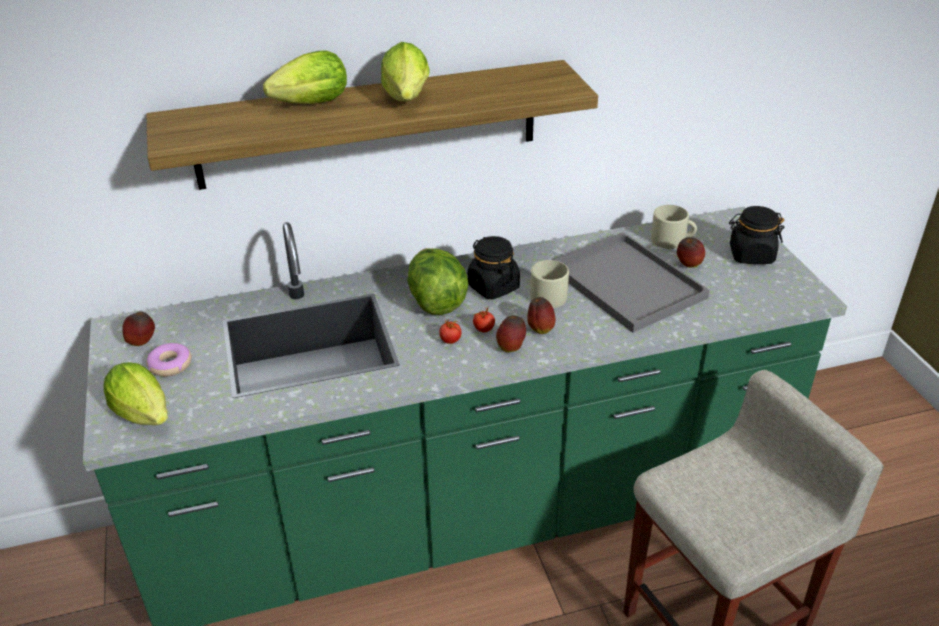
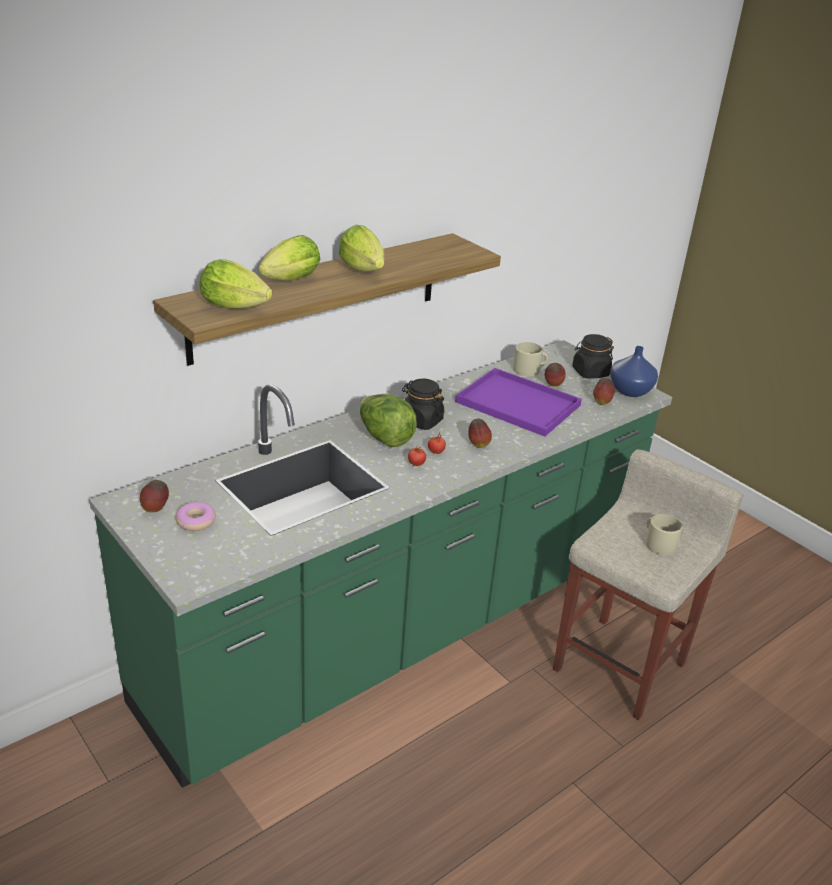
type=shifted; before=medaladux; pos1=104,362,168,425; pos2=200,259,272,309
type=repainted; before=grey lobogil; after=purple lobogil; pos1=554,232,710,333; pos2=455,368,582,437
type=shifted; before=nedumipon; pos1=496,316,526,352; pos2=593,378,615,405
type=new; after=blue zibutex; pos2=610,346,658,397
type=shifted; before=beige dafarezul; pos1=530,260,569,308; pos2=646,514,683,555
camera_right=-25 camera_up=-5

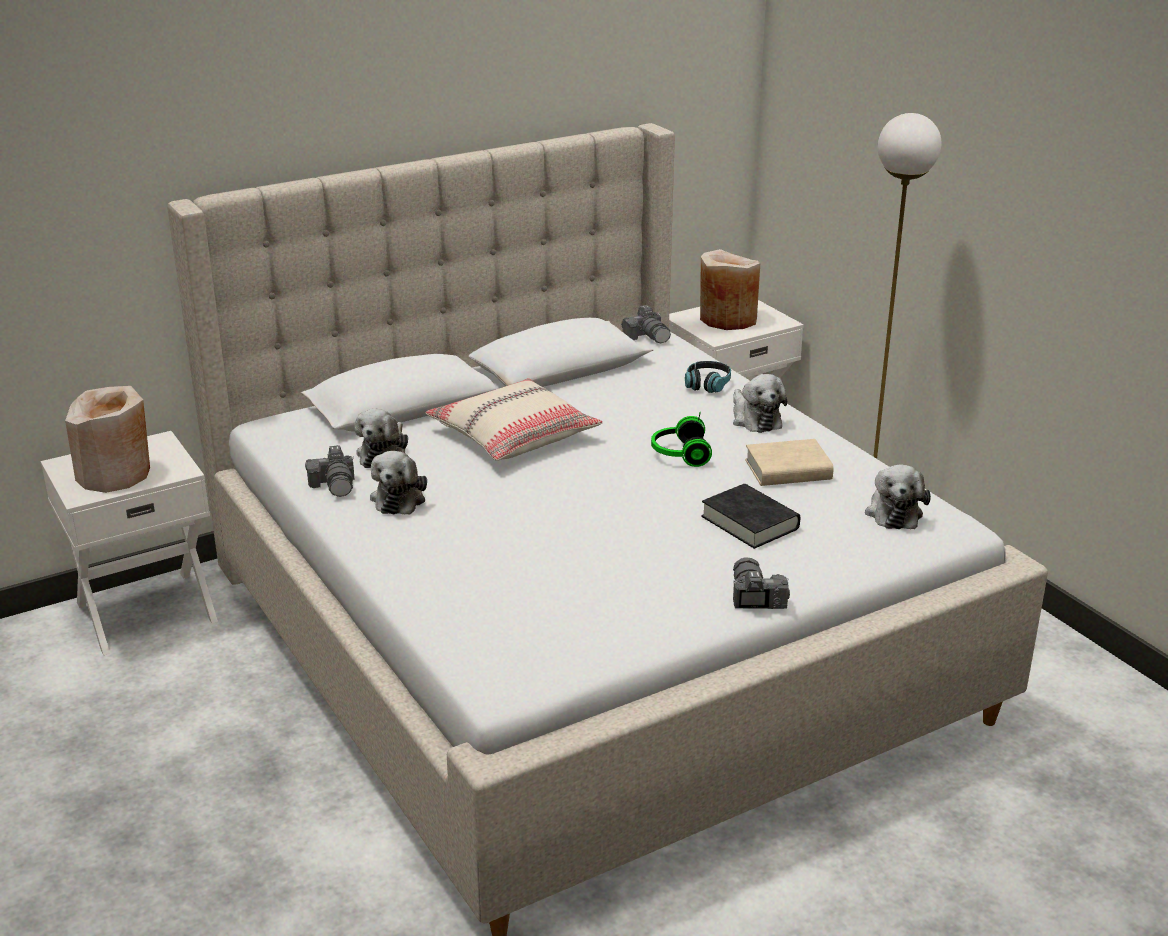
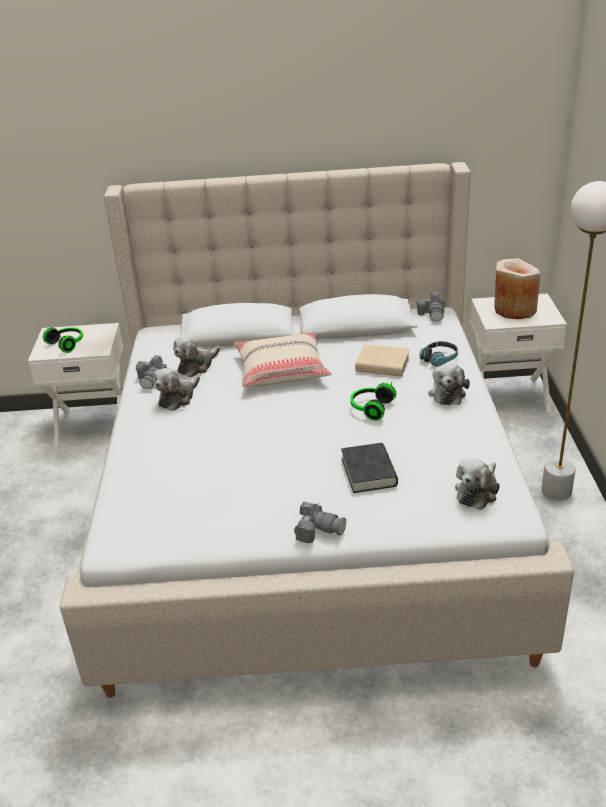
type=swapped; before=beige zibutex; after=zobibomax; pos1=65,386,150,493; pos2=43,327,83,353
type=rotated; before=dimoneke; pos1=733,557,790,609; pos2=294,502,346,543; turn=90
type=shifted; before=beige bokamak; pos1=745,439,834,486; pos2=355,344,410,377
camera_right=30 camera_up=5

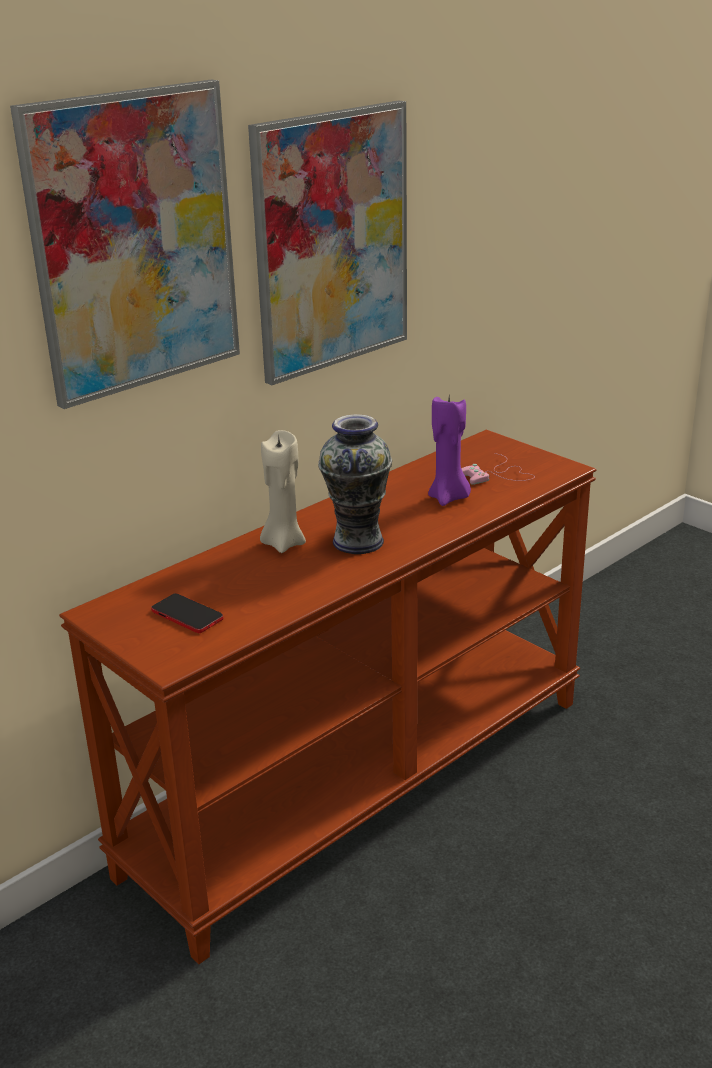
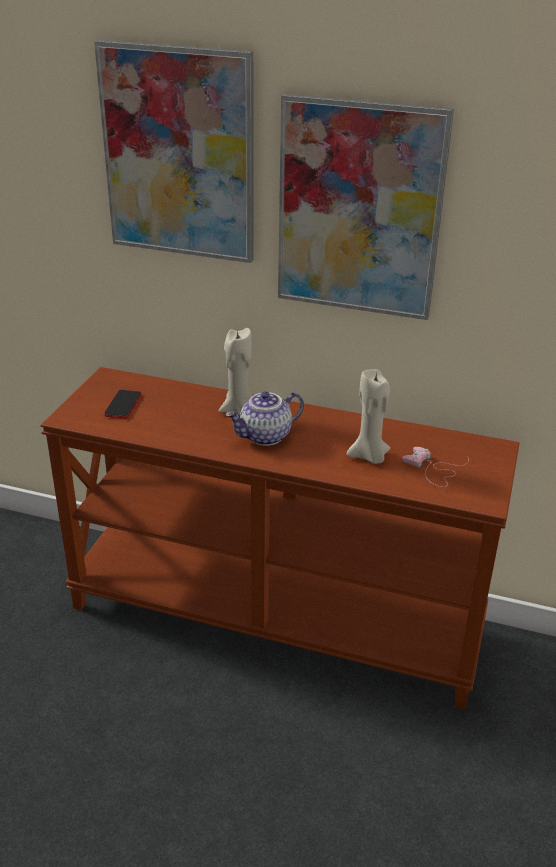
type=swapped; before=zibutex; after=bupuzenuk; pos1=318,414,392,554; pos2=225,391,304,446
type=repainted; before=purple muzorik; after=beige muzorik; pos1=428,397,471,506; pos2=347,369,390,464
camera_right=60 camera_up=5

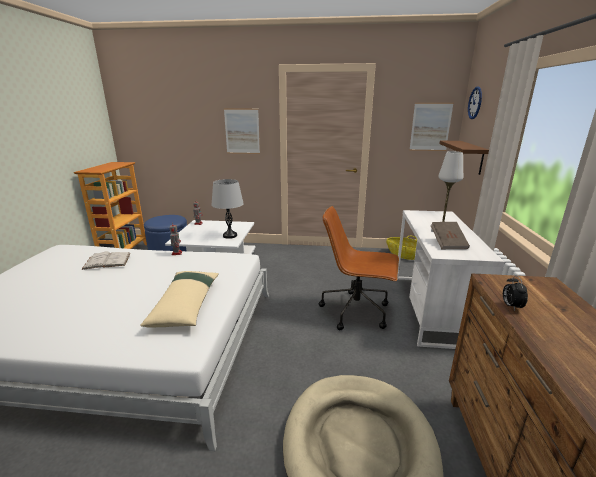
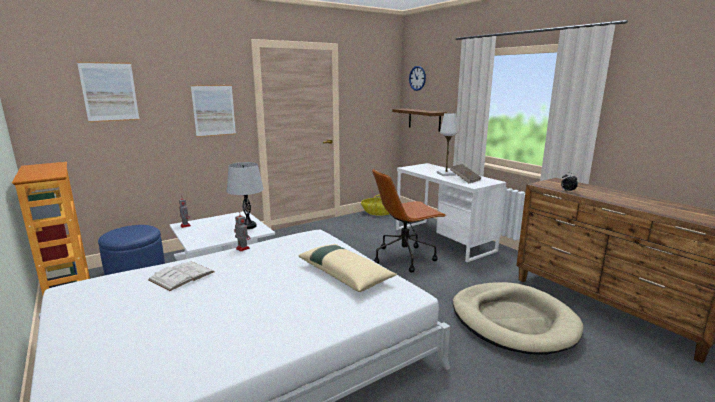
type=shifted; before=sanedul; pos1=409,103,454,151; pos2=77,62,140,122
camera_right=-40 camera_up=-5

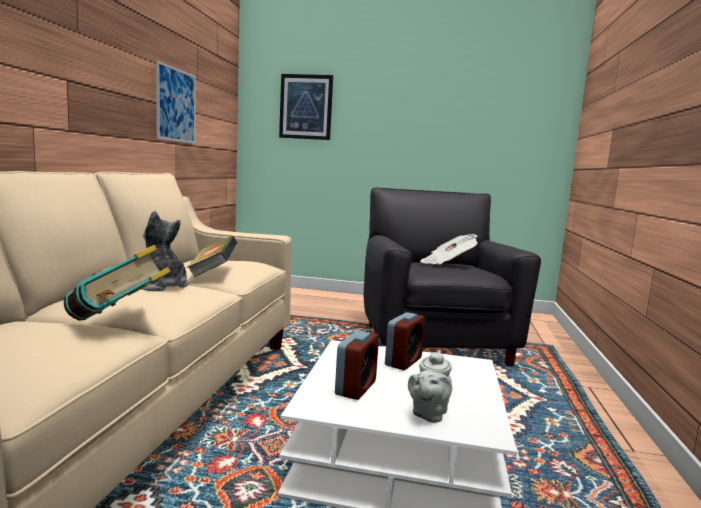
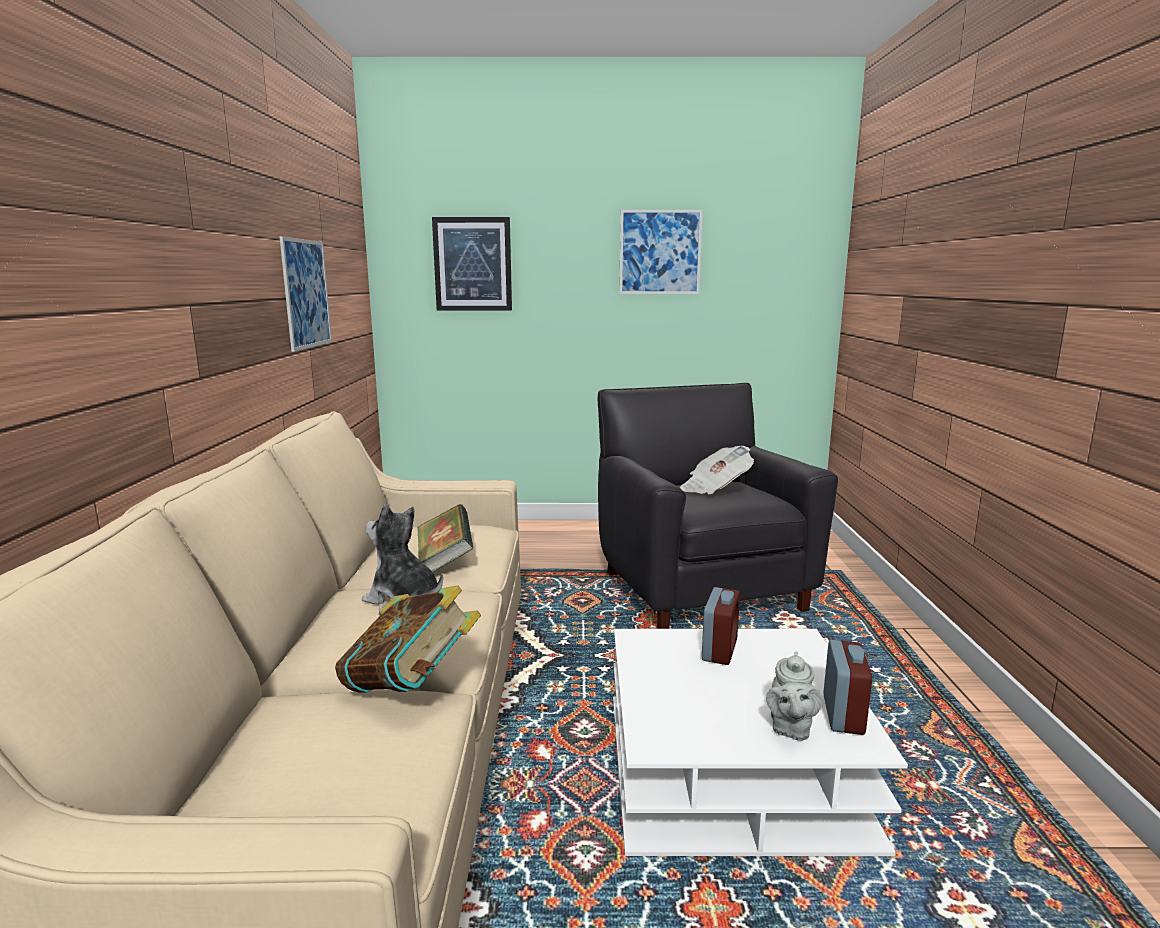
type=new; after=sanedul; pos2=619,210,703,294
type=shifted; before=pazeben; pos1=335,330,379,400; pos2=824,640,872,735
camera_right=-10 camera_up=5

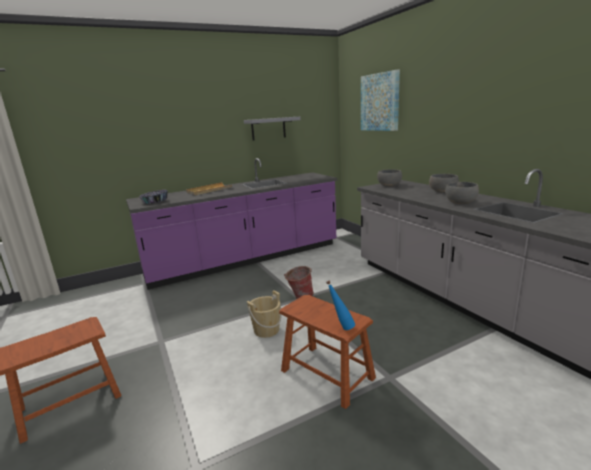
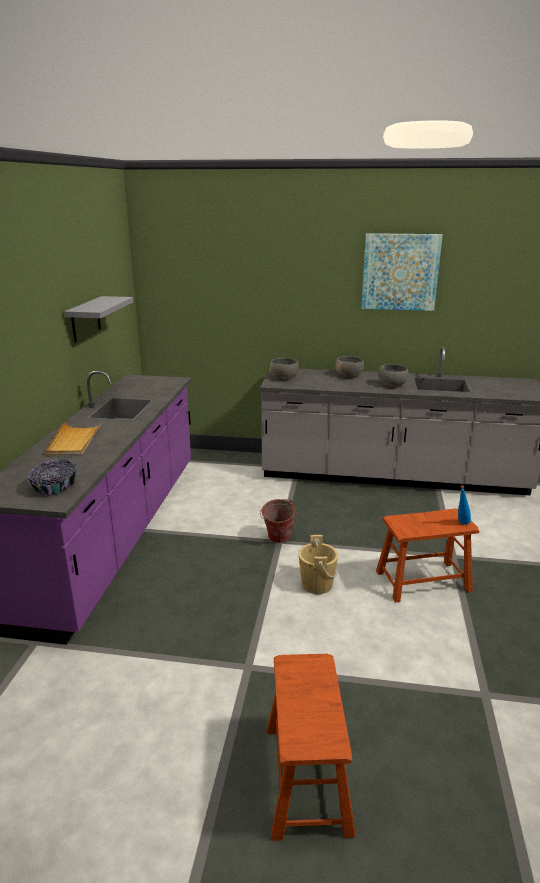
type=shifted; before=sanedul; pos1=361,70,400,131; pos2=361,233,443,311
camera_right=-55 camera_up=5

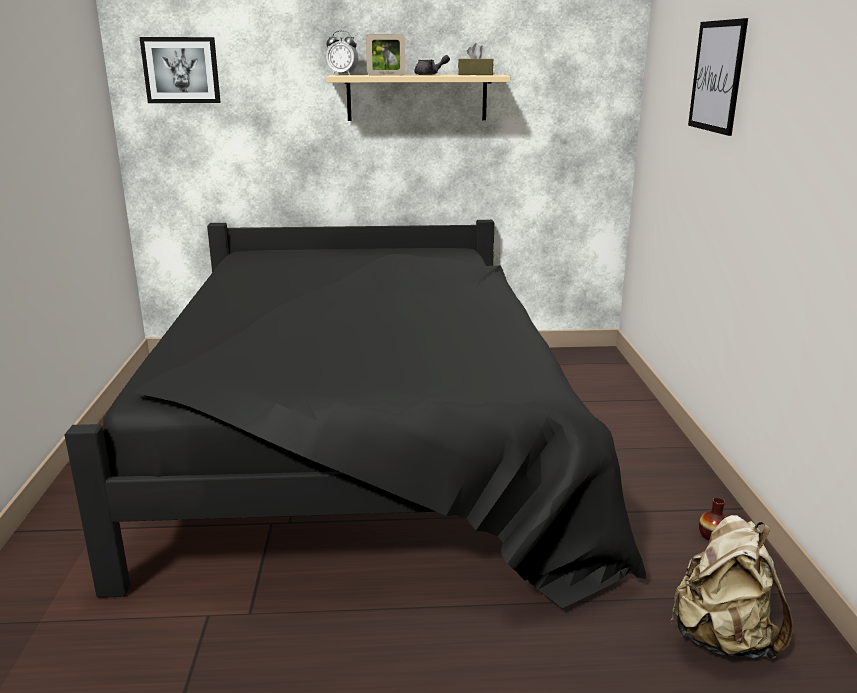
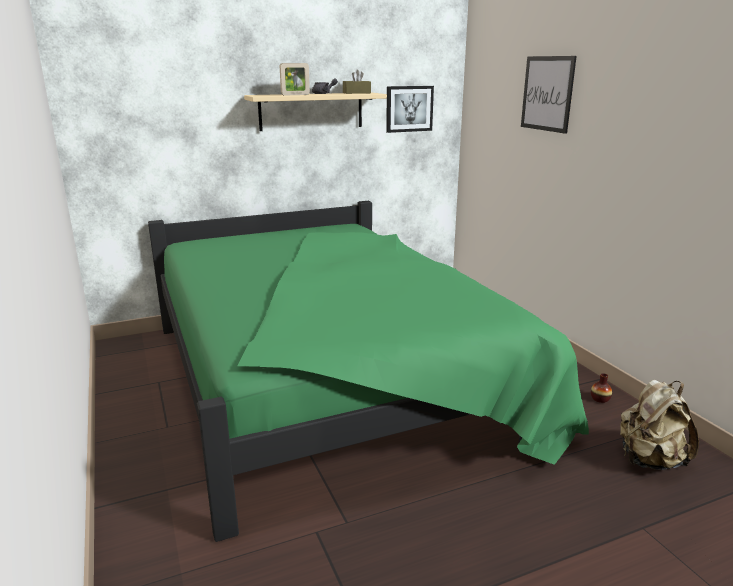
type=repainted; before=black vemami; after=green vemami; pos1=64,220,646,608; pos2=148,201,589,542
type=shifted; before=sanedul; pos1=139,37,221,103; pos2=386,86,434,133
type=gone; before=pazeben; pos1=326,30,358,75
camera_right=-20 camera_up=0

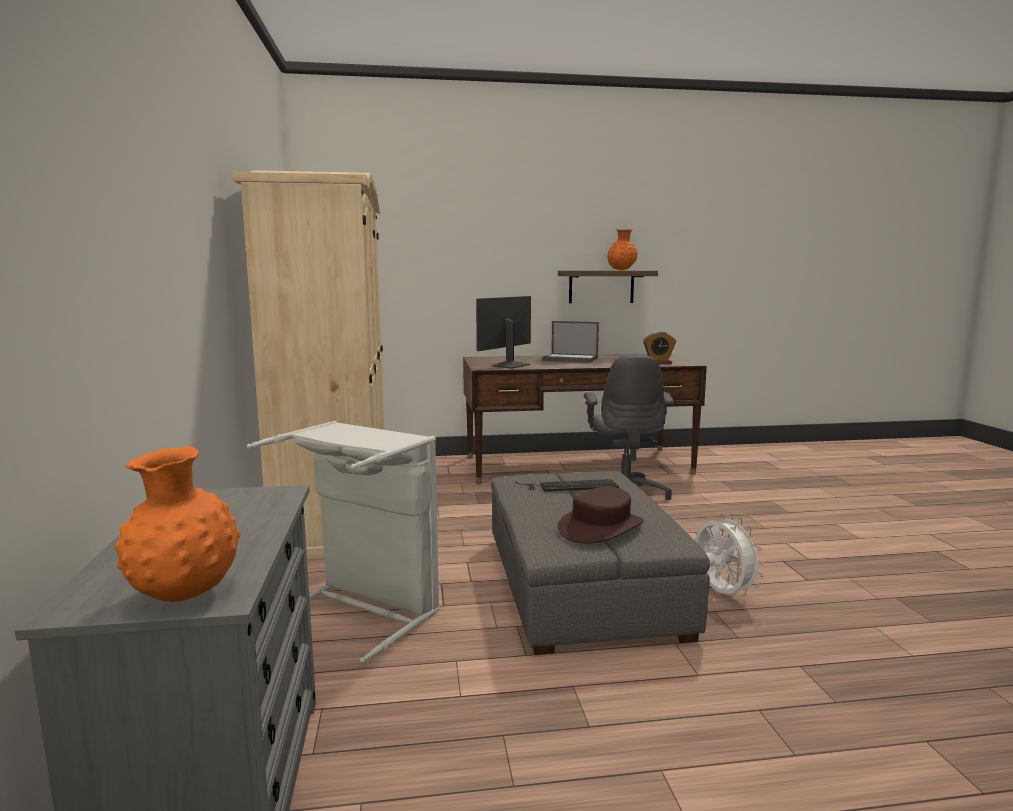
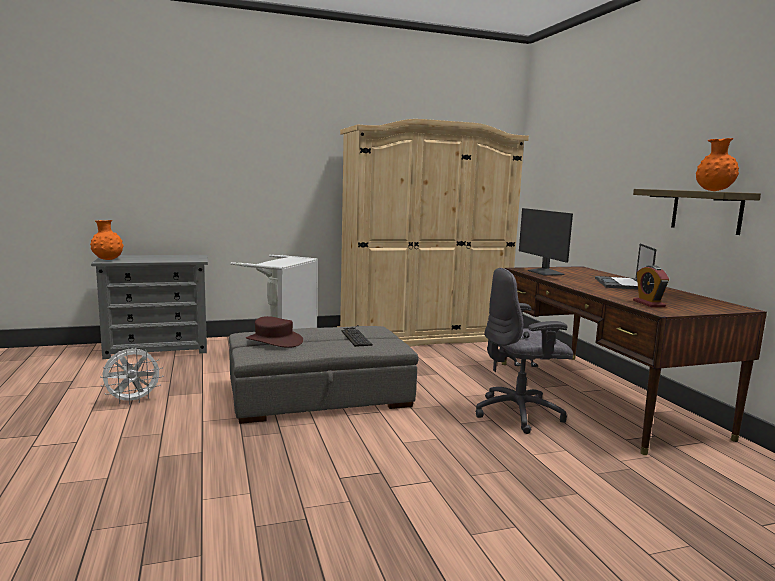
type=shifted; before=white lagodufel; pos1=695,514,764,596; pos2=100,348,163,405
type=rotated; before=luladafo; pos1=476,296,531,369; pos2=519,208,573,276; turn=-135
camera_right=80 camera_up=0

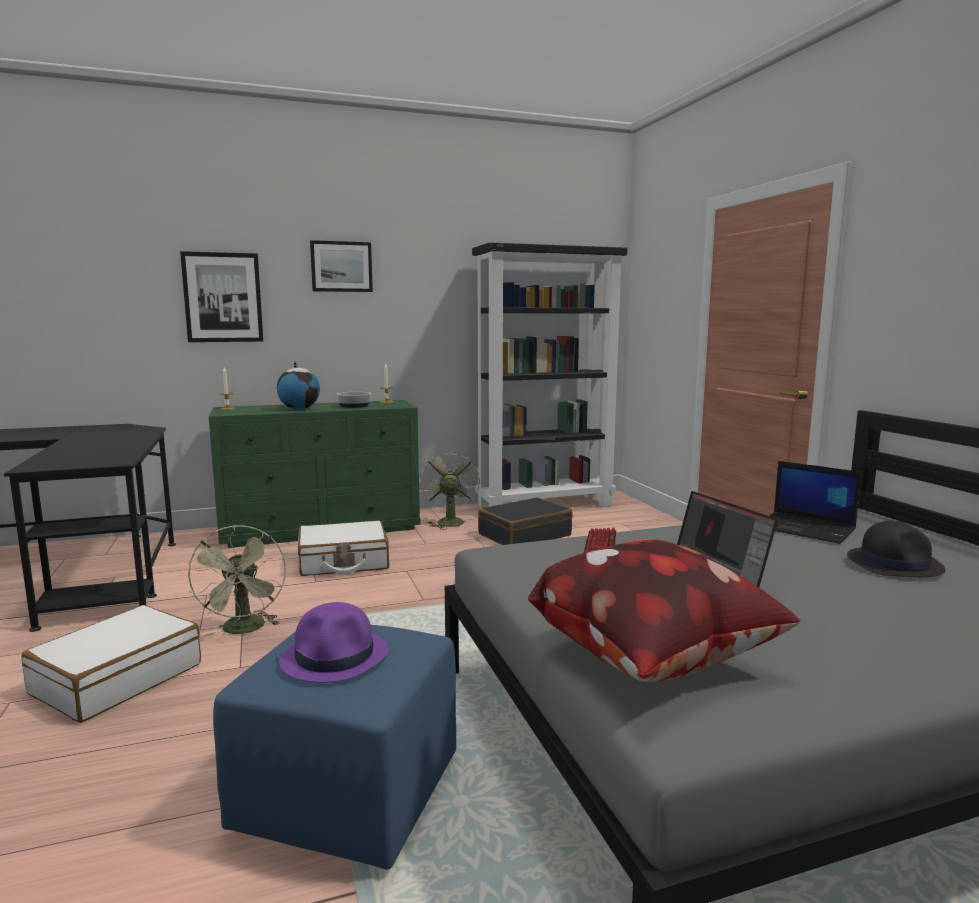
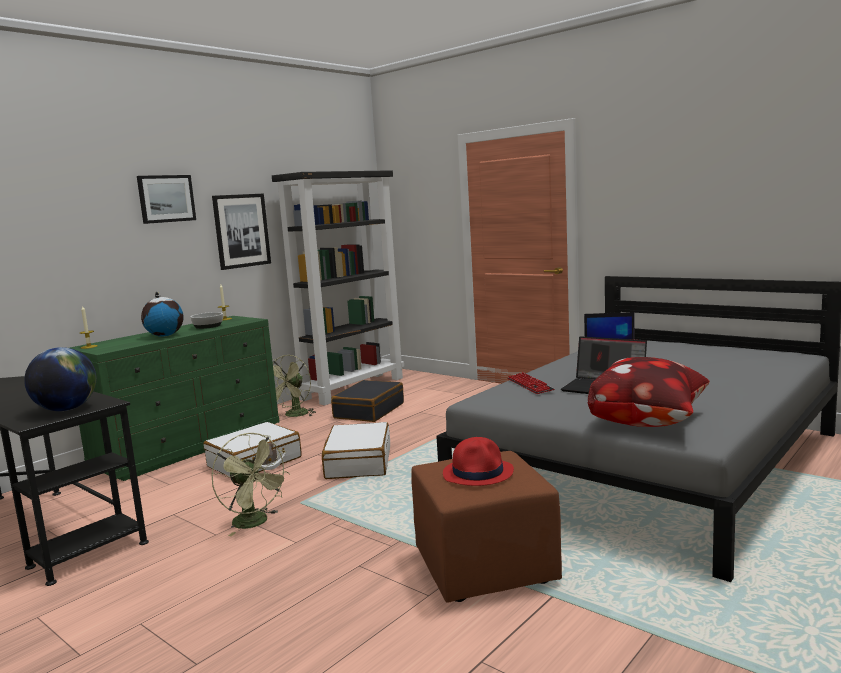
type=new; after=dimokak; pos2=24,347,97,411
type=shifted; before=sanedul; pos1=180,251,263,342; pos2=212,193,271,270
type=rotated; before=green lagodufel; pos1=420,450,480,530; pos2=273,354,316,417; turn=-120
type=shifted; before=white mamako; pos1=21,605,201,723; pos2=322,422,390,479
type=repainted; before=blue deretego; after=brown deretego; pos1=213,625,456,870; pos2=411,451,562,603
type=repainted; before=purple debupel; after=red debupel; pos1=279,602,389,683; pos2=443,437,514,486
type=gone; before=black debupel; pos1=847,521,945,577
camera_right=-30 camera_up=0

